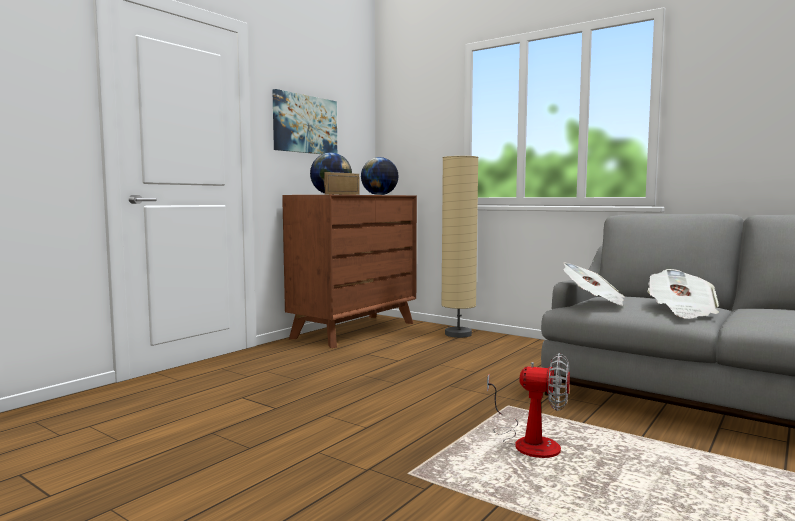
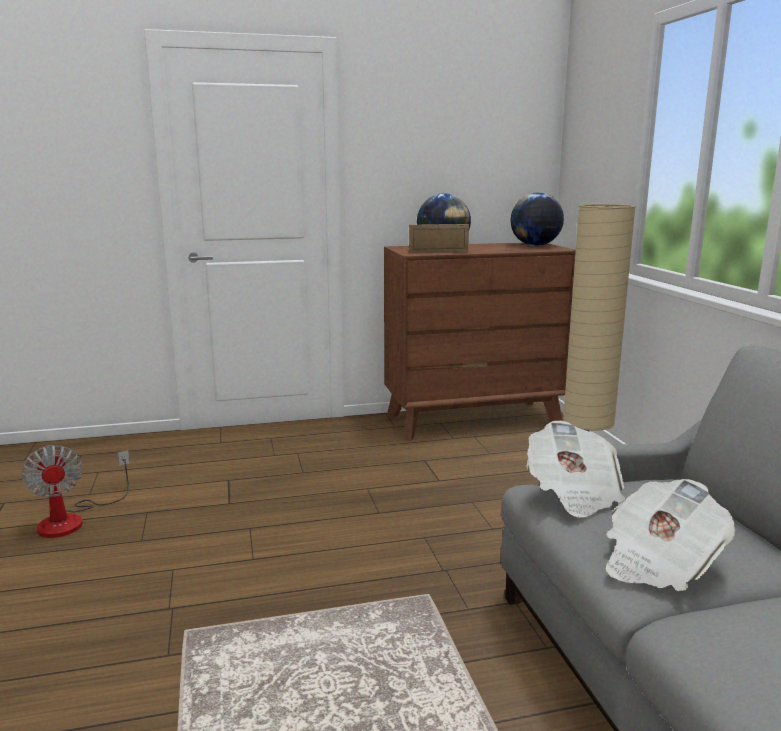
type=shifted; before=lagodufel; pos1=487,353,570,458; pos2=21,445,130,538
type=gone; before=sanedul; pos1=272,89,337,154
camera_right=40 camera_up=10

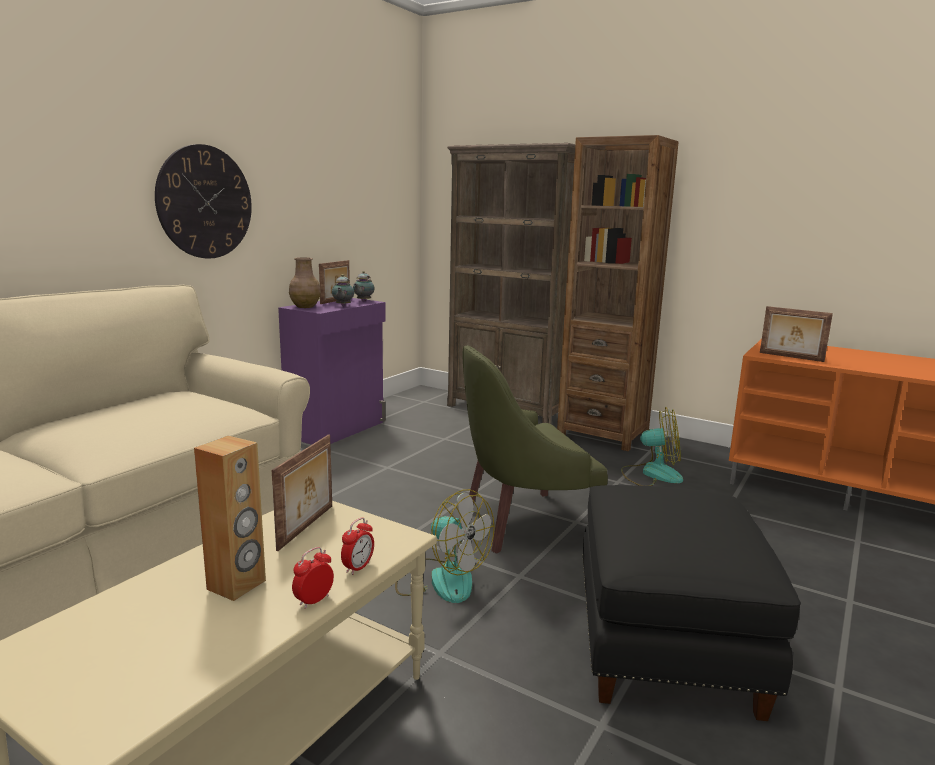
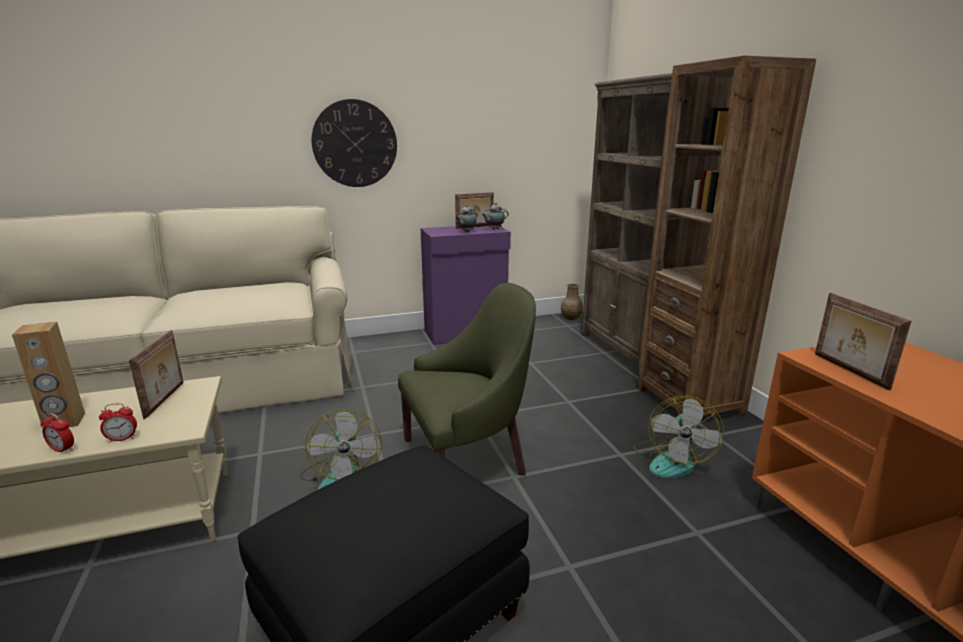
type=rotated; before=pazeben; pos1=292,547,334,609; pos2=40,413,74,454; turn=-150
type=rotated; before=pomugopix; pos1=272,434,332,551; pos2=129,330,184,419; turn=-60
type=rotated; before=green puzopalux; pos1=463,345,608,554; pos2=398,283,536,476; turn=135
type=shifted; before=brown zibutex; pos1=289,257,321,308; pos2=561,284,583,320
type=rotated; before=lagodufel; pos1=621,407,683,486; pos2=633,396,724,478; turn=60
camera_right=40 camera_up=5

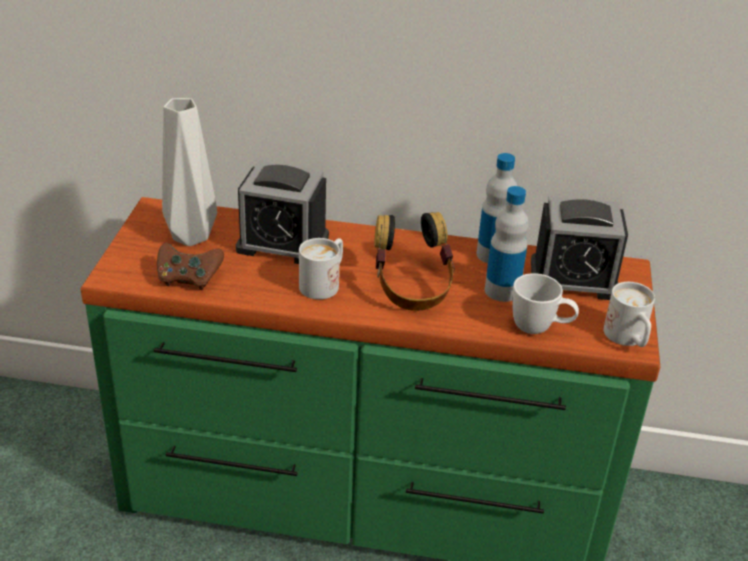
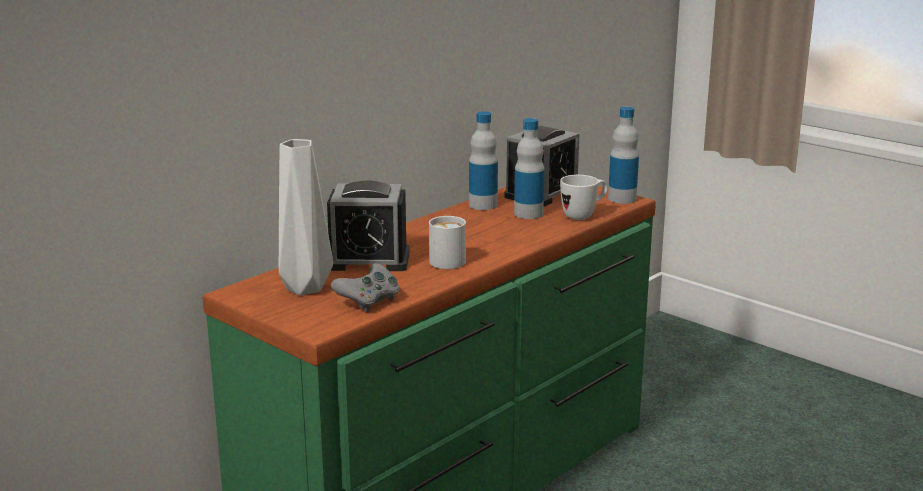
type=rotated; before=pazeben; pos1=236,161,329,264; pos2=327,180,410,271; turn=45
type=repainted; before=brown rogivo; after=grey rogivo; pos1=157,243,224,290; pos2=331,263,400,312
type=swapped; before=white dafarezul; after=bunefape; pos1=603,282,655,347; pos2=608,107,639,204
type=gone; before=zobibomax; pos1=374,212,455,311
camera_right=-55 camera_up=-15

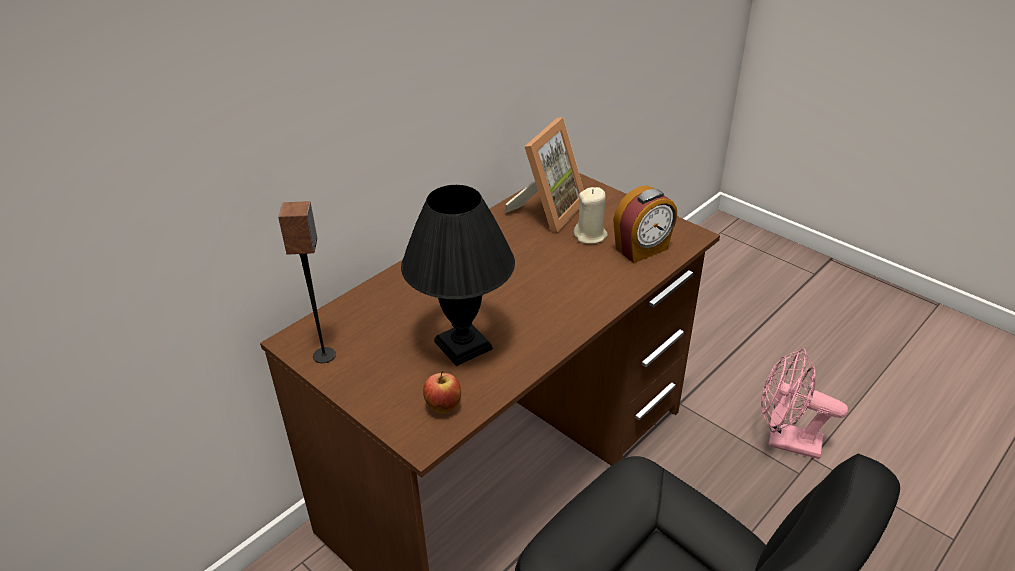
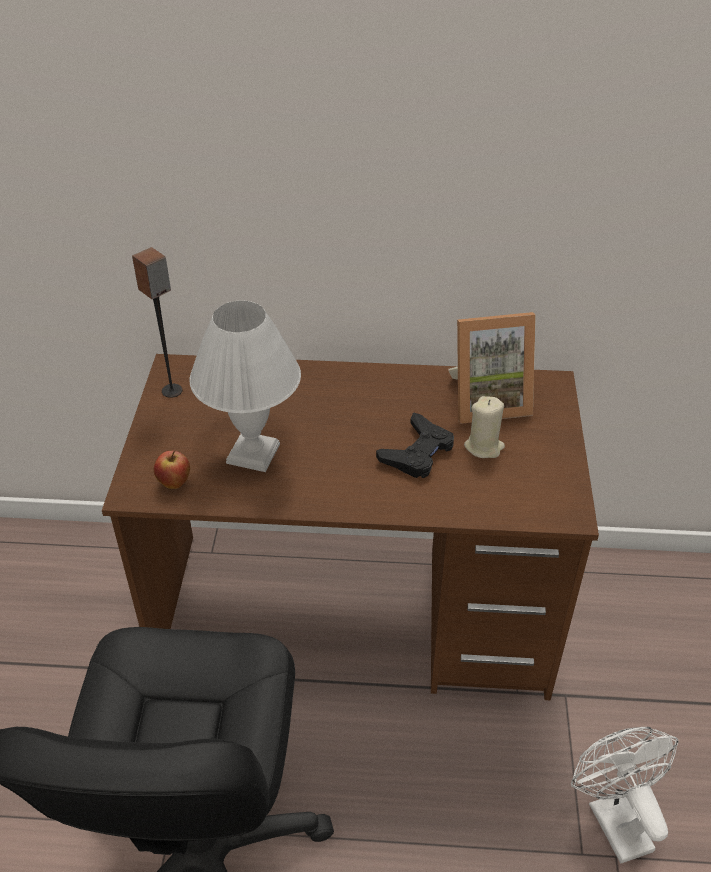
type=repainted; before=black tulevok; after=white tulevok; pos1=401,185,515,366; pos2=190,301,301,472
type=new; after=black rogivo; pos2=376,412,454,478
type=repainted; before=pink lagodufel; after=white lagodufel; pos1=761,349,848,459; pos2=571,727,678,864
type=gone; before=pazeben; pos1=613,185,677,263
camera_right=50 camera_up=5

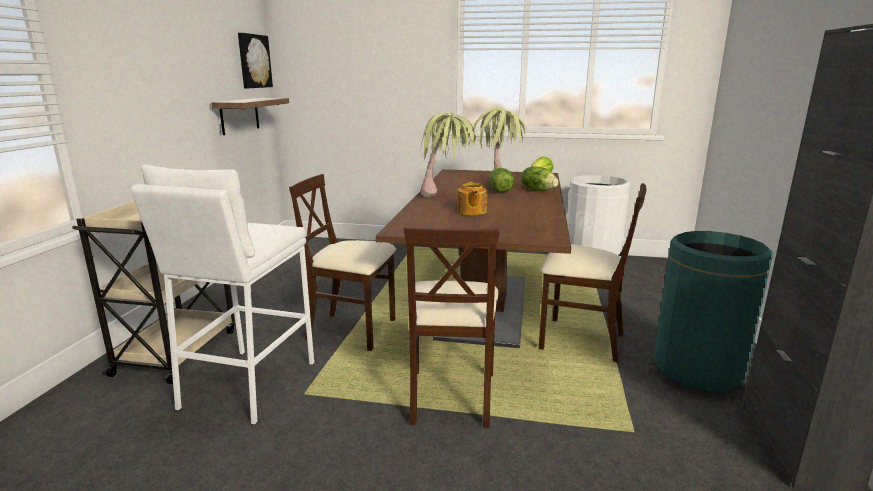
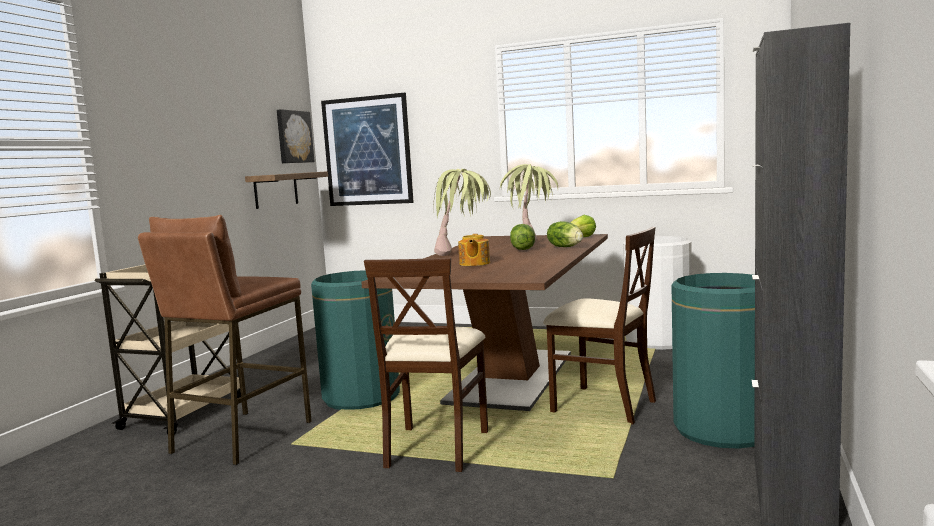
type=repainted; before=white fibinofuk; after=brown fibinofuk; pos1=131,165,314,425; pos2=138,215,312,465
type=swapped; before=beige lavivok; after=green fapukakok; pos1=289,174,396,351; pos2=311,270,400,410
type=new; after=sanedul; pos2=321,93,414,206
camera_right=10 camera_up=-10

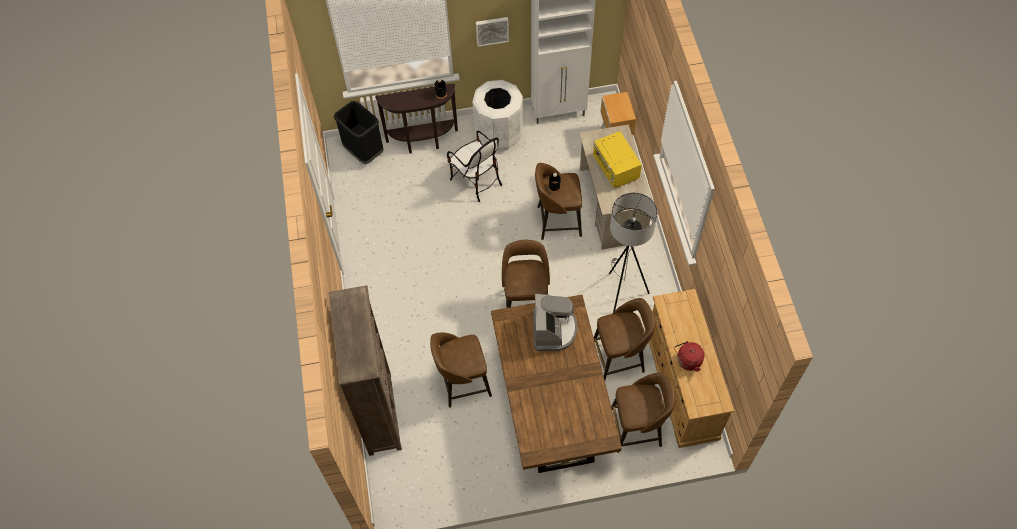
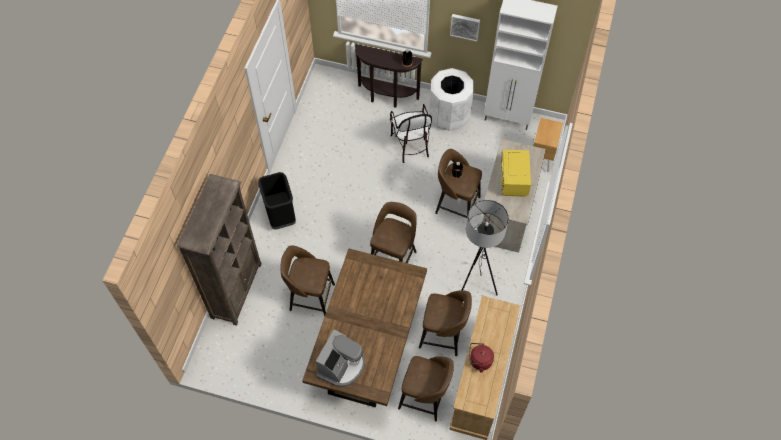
type=shifted; before=black fapukakok; pos1=334,101,384,164; pos2=258,172,296,229
type=shifted; before=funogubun; pos1=533,294,577,351; pos2=316,329,365,387
camera_right=25 camera_up=0

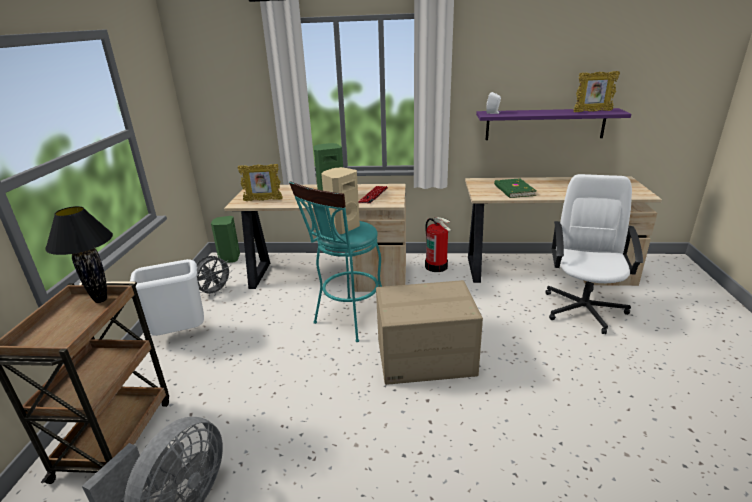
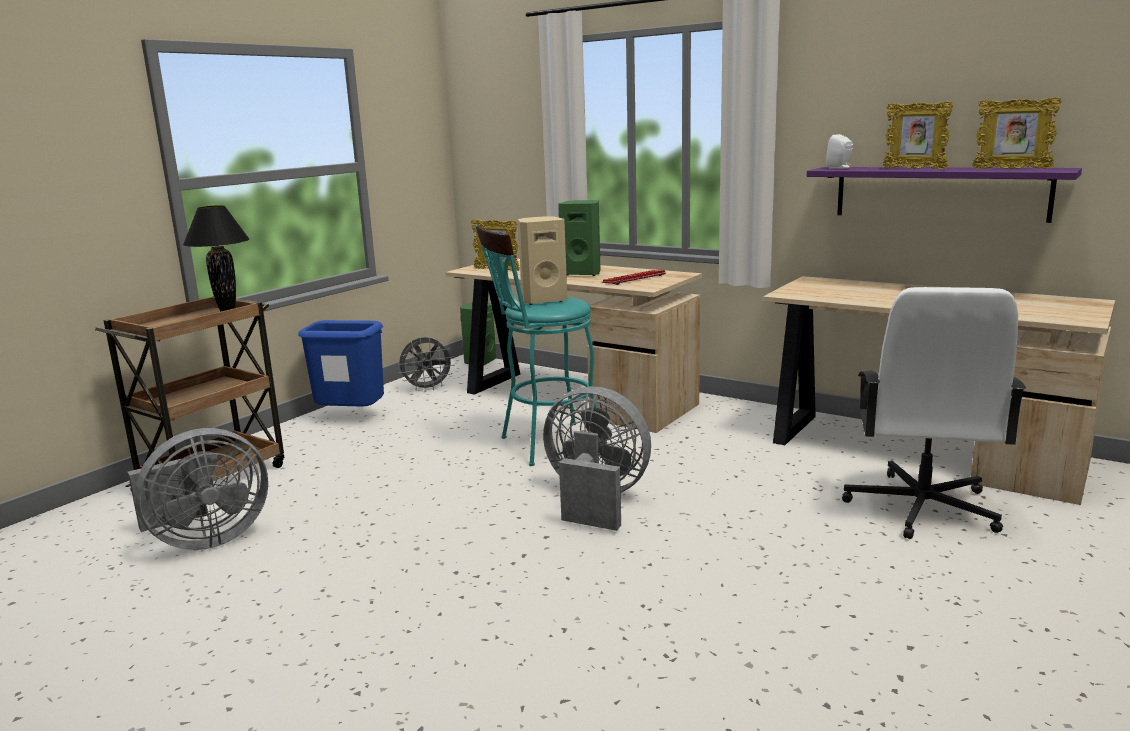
type=repainted; before=white fapukakok; after=blue fapukakok; pos1=130,259,204,336; pos2=298,320,384,419
type=swapped; before=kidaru; after=grey lagodufel; pos1=376,280,483,385; pos2=543,387,651,531
type=rotated; before=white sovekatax; pos1=545,174,643,334; pos2=842,287,1026,539; turn=150
type=new; after=pomugopix; pos2=883,102,953,169
type=gone; before=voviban; pos1=425,217,451,272
type=gone; before=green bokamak; pos1=494,178,536,198
camera_right=30 camera_up=-10

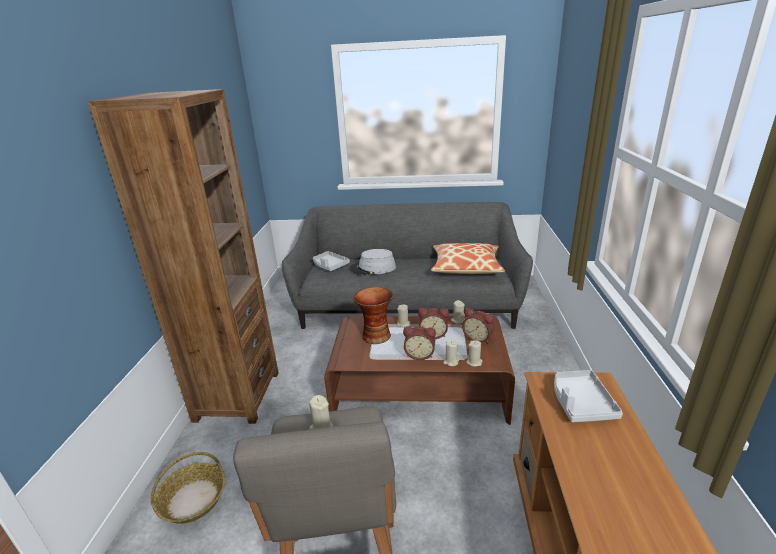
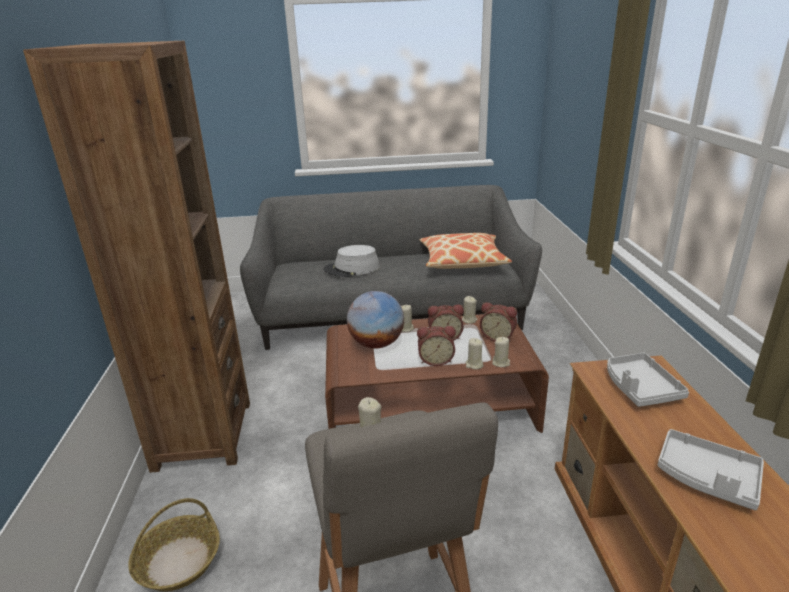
type=swapped; before=zibutex; after=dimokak; pos1=353,287,393,344; pos2=347,291,404,348
type=shifted; before=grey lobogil; pos1=313,251,350,271; pos2=658,429,764,510
camera_right=-10 camera_up=0

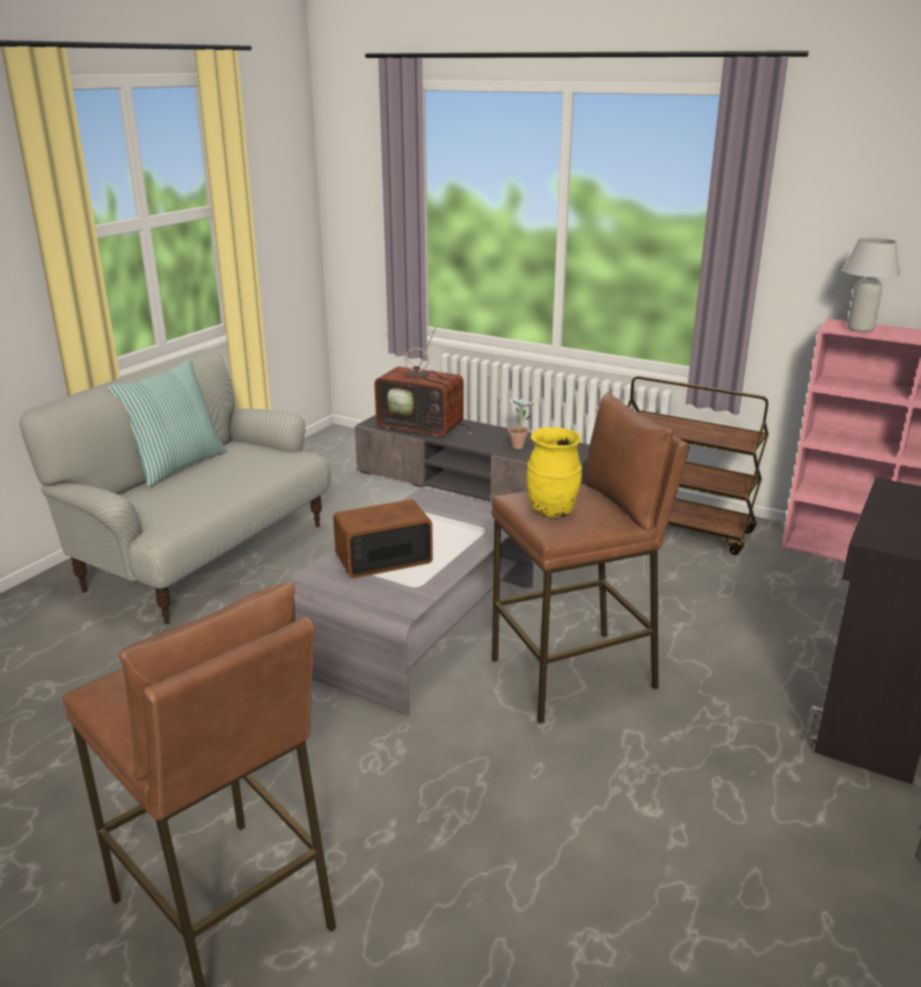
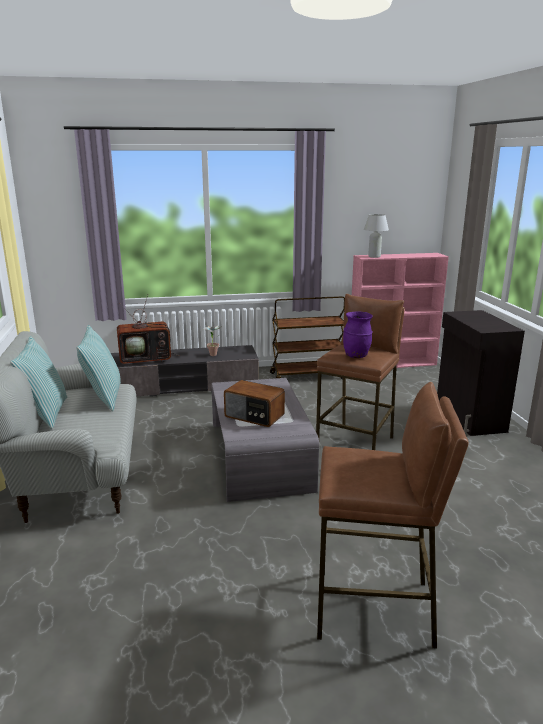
type=new; after=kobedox; pos2=76,325,121,411
type=rotated; before=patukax; pos1=333,499,433,578; pos2=224,380,285,427; turn=-90
type=repainted; before=yellow zibutex; after=purple zibutex; pos1=526,427,582,517; pos2=343,312,373,358
camera_right=-40 camera_up=-5

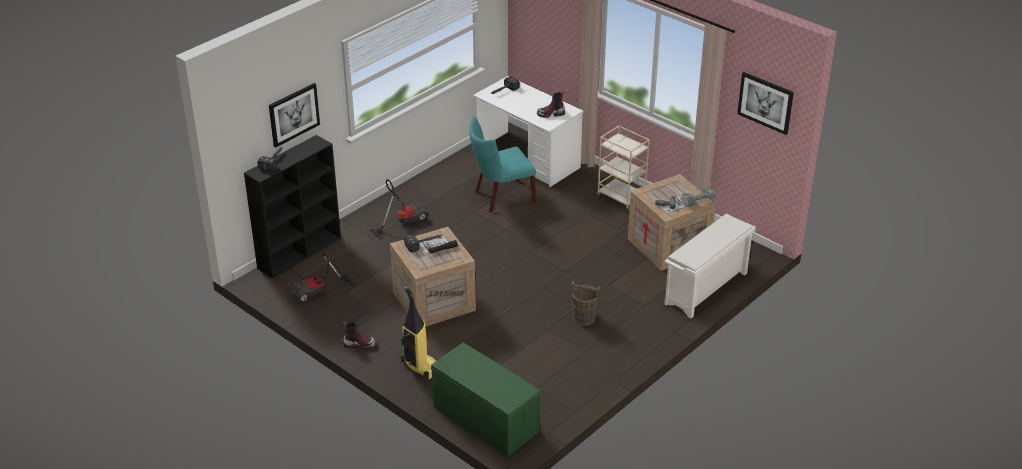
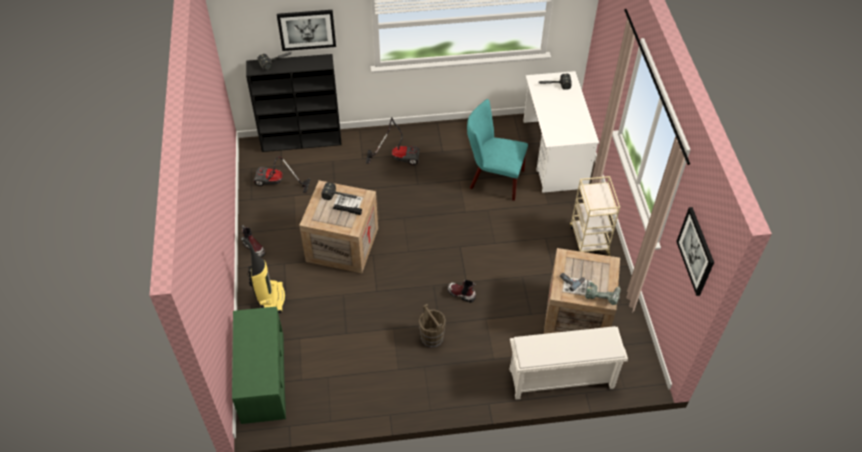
type=shifted; before=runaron; pos1=537,91,565,118; pos2=447,280,476,303
camera_right=40 camera_up=15

